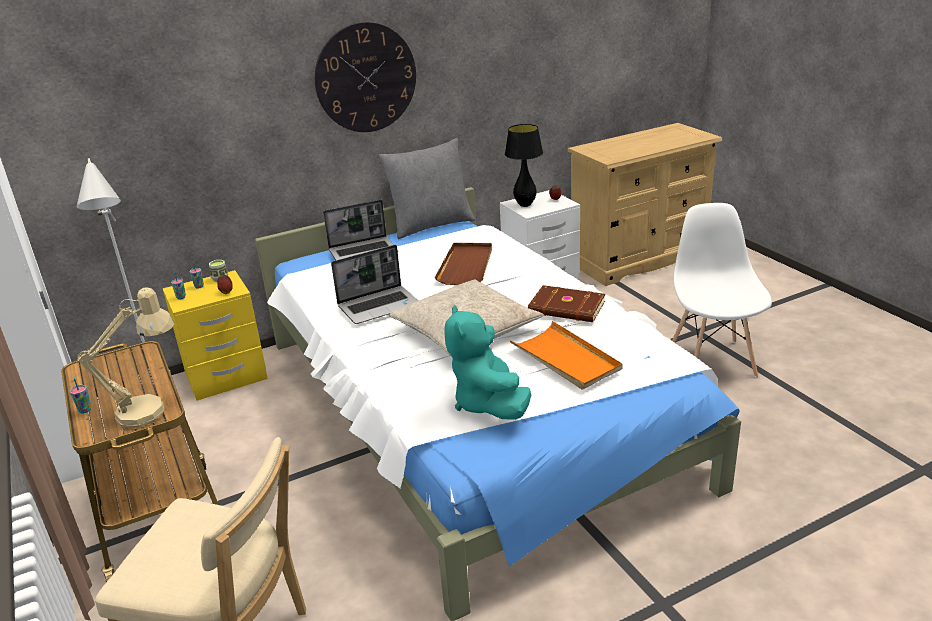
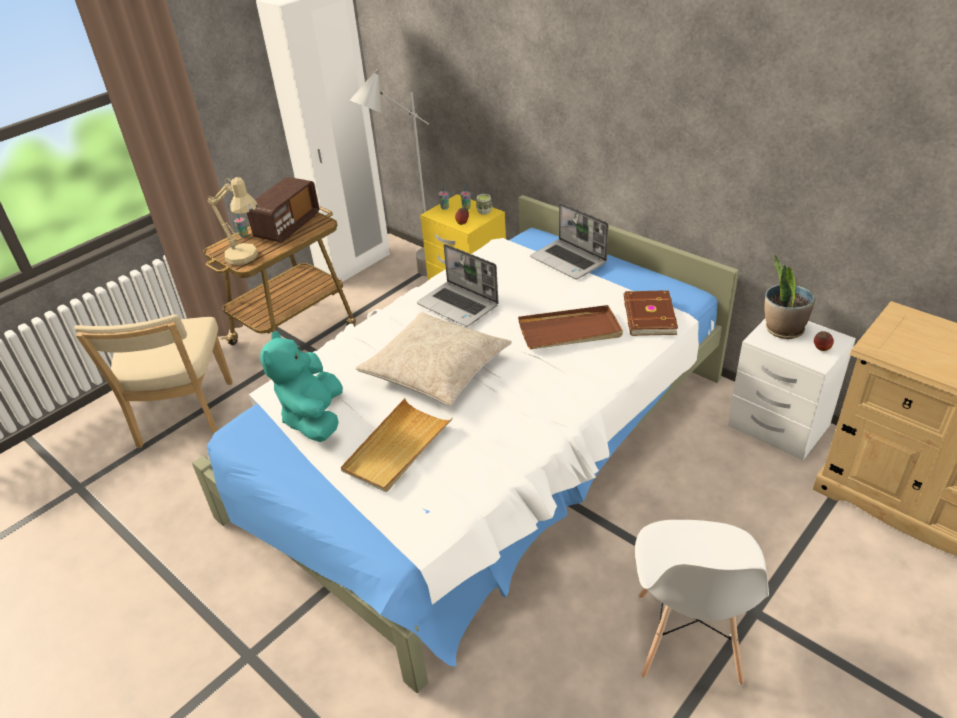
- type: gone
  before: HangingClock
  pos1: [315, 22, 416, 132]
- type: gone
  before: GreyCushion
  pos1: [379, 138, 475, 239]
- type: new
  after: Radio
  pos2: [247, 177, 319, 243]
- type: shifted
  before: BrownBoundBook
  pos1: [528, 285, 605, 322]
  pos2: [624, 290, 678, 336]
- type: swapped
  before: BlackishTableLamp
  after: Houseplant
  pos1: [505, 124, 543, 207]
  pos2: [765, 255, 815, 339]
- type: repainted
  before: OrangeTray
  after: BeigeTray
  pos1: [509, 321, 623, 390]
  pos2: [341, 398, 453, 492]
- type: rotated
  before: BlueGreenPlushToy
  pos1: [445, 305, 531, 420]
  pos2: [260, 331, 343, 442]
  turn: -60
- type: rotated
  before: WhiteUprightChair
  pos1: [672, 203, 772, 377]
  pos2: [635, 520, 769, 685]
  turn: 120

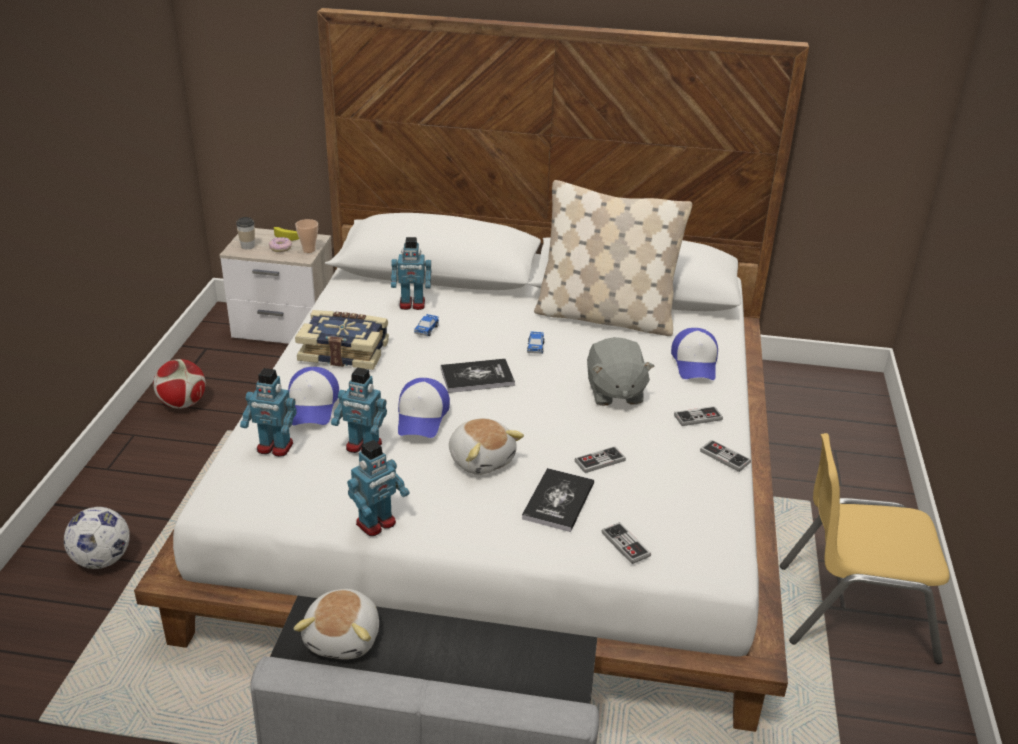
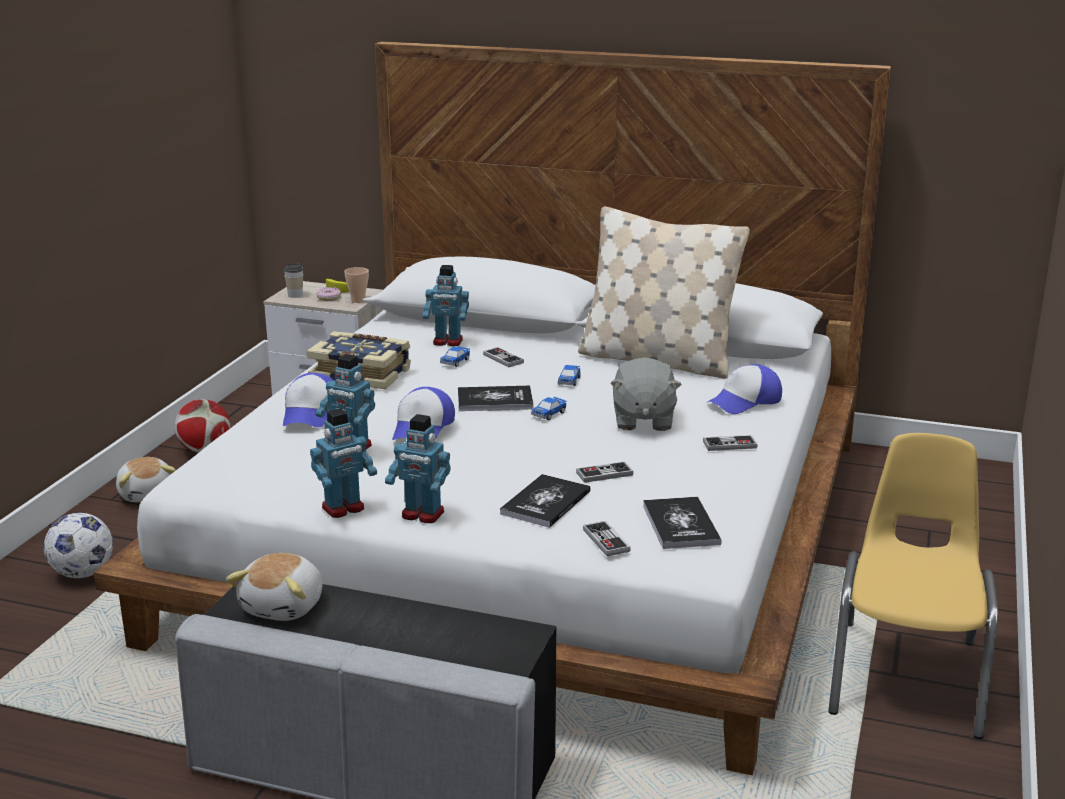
- type: new
  after: ToyCar
  pos2: [531, 397, 566, 420]
- type: new
  after: BoundBook
  pos2: [643, 497, 722, 549]
- type: shifted
  before: ToyRobot
  pos1: [240, 368, 296, 457]
  pos2: [385, 414, 451, 523]
- type: shifted
  before: PlushToy
  pos1: [449, 418, 524, 475]
  pos2: [116, 457, 176, 502]
- type: shifted
  before: GameController
  pos1: [700, 440, 751, 472]
  pos2: [483, 347, 524, 367]
- type: rotated
  before: Cap
  pos1: [671, 328, 718, 380]
  pos2: [708, 364, 782, 414]
  turn: 45
- type: rotated
  before: YellowUprightChair
  pos1: [780, 433, 950, 664]
  pos2: [828, 433, 998, 739]
  turn: 90

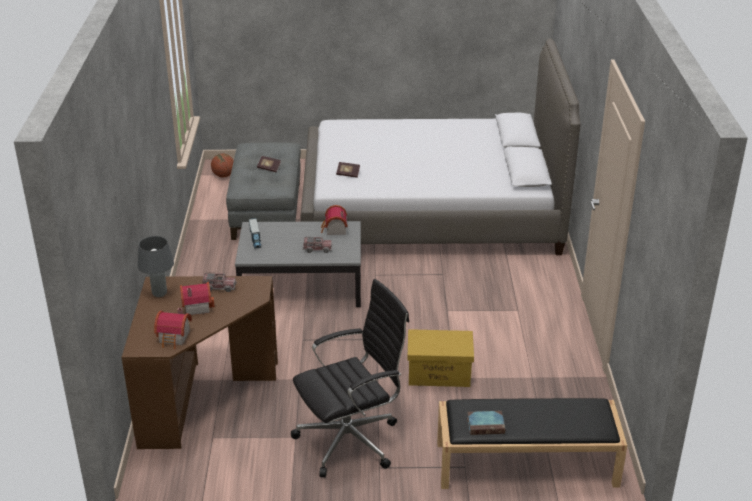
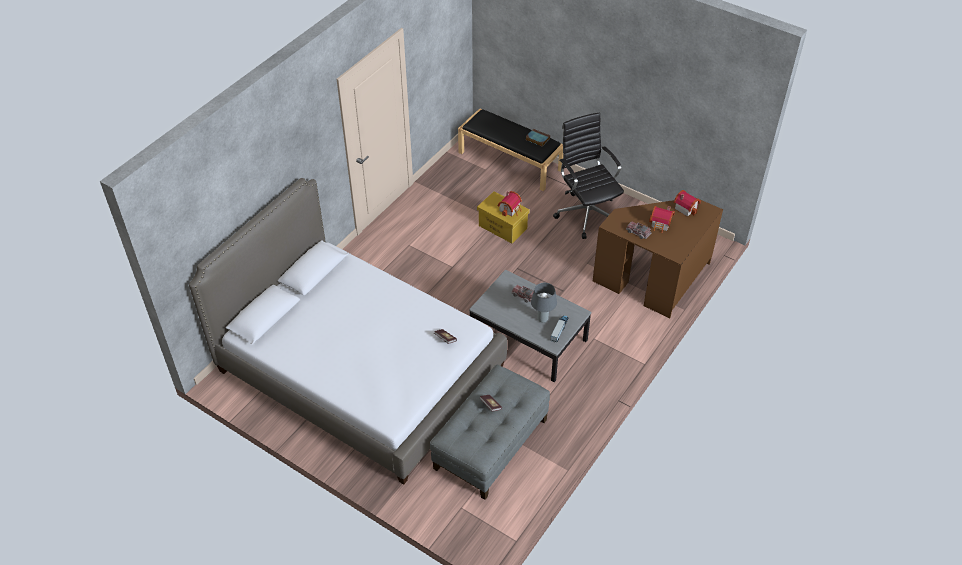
- type: gone
  before: BasketballBall
  pos1: [211, 153, 234, 177]
- type: shifted
  before: GreyTableLamp
  pos1: [138, 236, 174, 297]
  pos2: [531, 283, 557, 323]
- type: shifted
  before: ToyHouse
  pos1: [321, 205, 348, 235]
  pos2: [498, 191, 522, 217]
- type: rotated
  before: BlackishDeskChair
  pos1: [291, 279, 409, 477]
  pos2: [553, 113, 624, 239]
  turn: 60

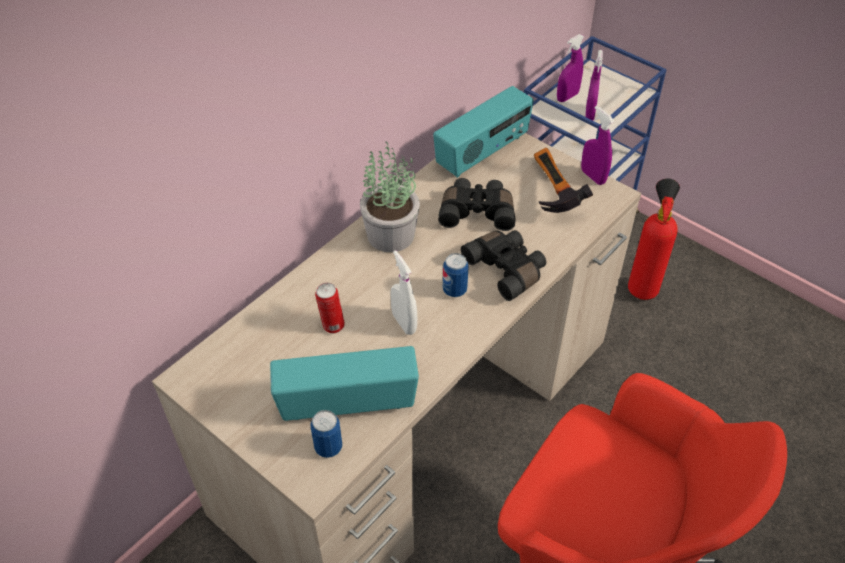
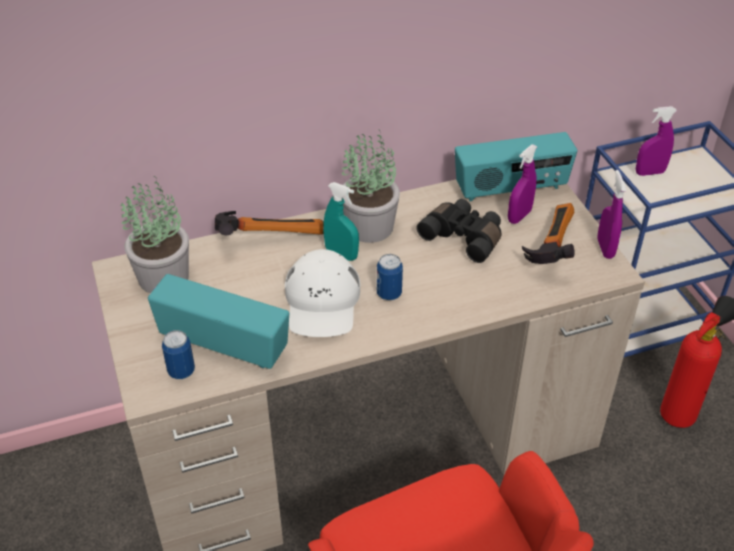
- type: gone
  before: SealedCan
  pos1: [315, 283, 345, 333]
- type: gone
  before: BlackishPairOfBinoculars
  pos1: [461, 230, 546, 301]
- type: new
  after: Houseplant
  pos2: [121, 176, 189, 293]
- type: new
  after: HandHammer
  pos2: [215, 211, 324, 235]
- type: new
  after: BlueGreenHandSprayer
  pos2: [323, 182, 359, 261]
- type: shifted
  before: PurpleColouredHandSprayer
  pos1: [585, 50, 603, 120]
  pos2: [508, 144, 537, 224]
- type: swapped
  before: WhiteHandSprayer
  after: WhiteCap
  pos1: [390, 250, 417, 335]
  pos2: [285, 249, 360, 337]

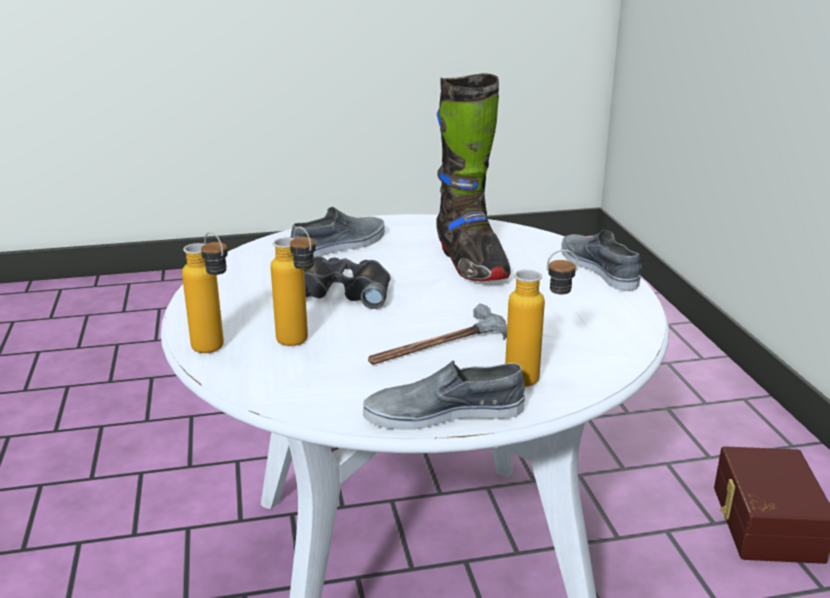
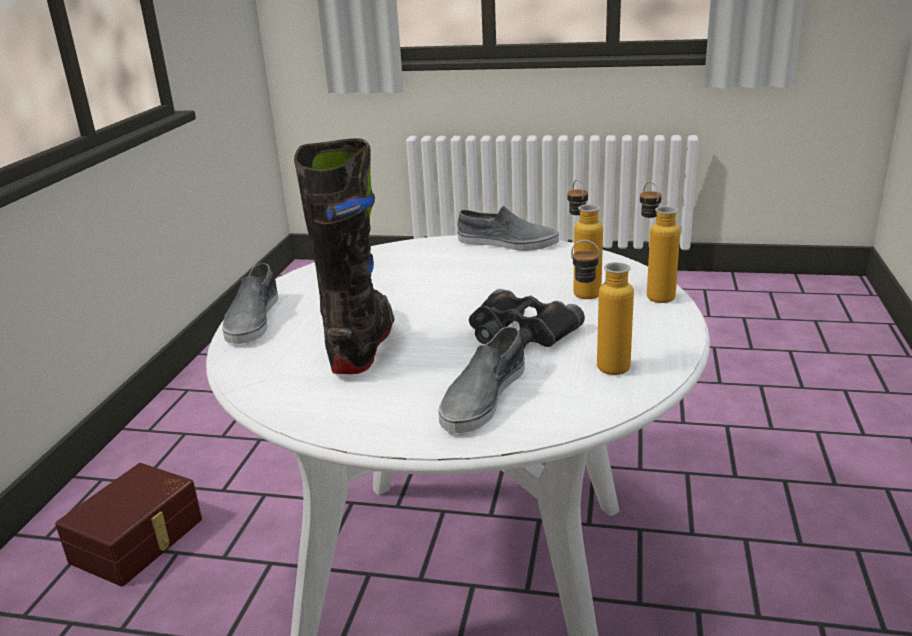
- type: gone
  before: HandHammer
  pos1: [368, 303, 507, 365]
- type: shifted
  before: Bottle
  pos1: [505, 250, 578, 387]
  pos2: [571, 240, 634, 375]
- type: rotated
  before: GreyLowShoe
  pos1: [290, 207, 385, 257]
  pos2: [439, 326, 525, 433]
  turn: -45

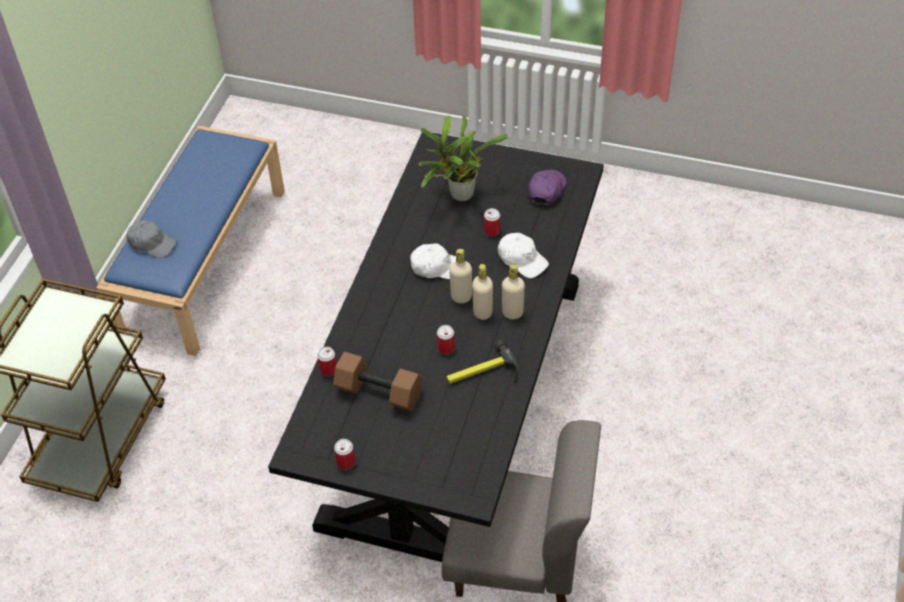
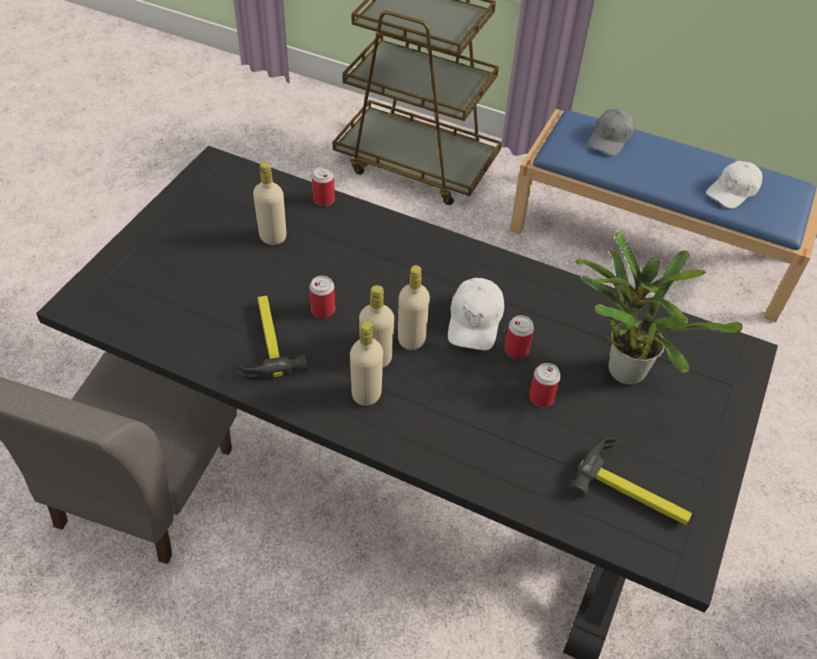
- type: shifted
  before: SealedCan
  pos1: [334, 439, 355, 469]
  pos2: [504, 315, 534, 359]
- type: shifted
  before: WhiteCap
  pos1: [498, 233, 549, 278]
  pos2: [706, 161, 763, 209]
- type: swapped
  before: BrownFreeWeight
  after: BeigeBottle
  pos1: [333, 352, 423, 412]
  pos2: [253, 162, 287, 245]
- type: swapped
  before: PurpleColouredCap
  after: HandHammer
  pos1: [528, 170, 567, 206]
  pos2: [569, 438, 692, 525]

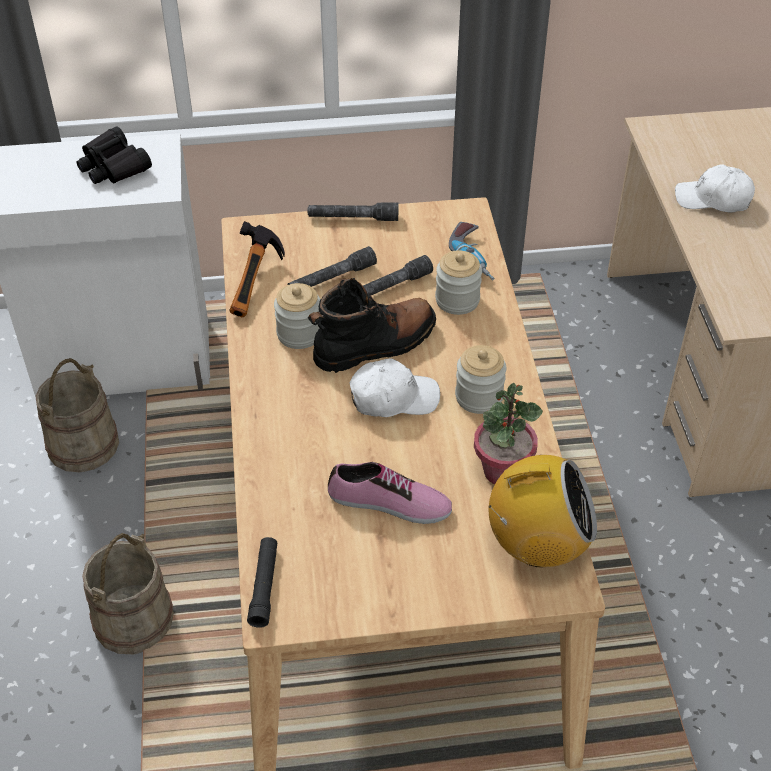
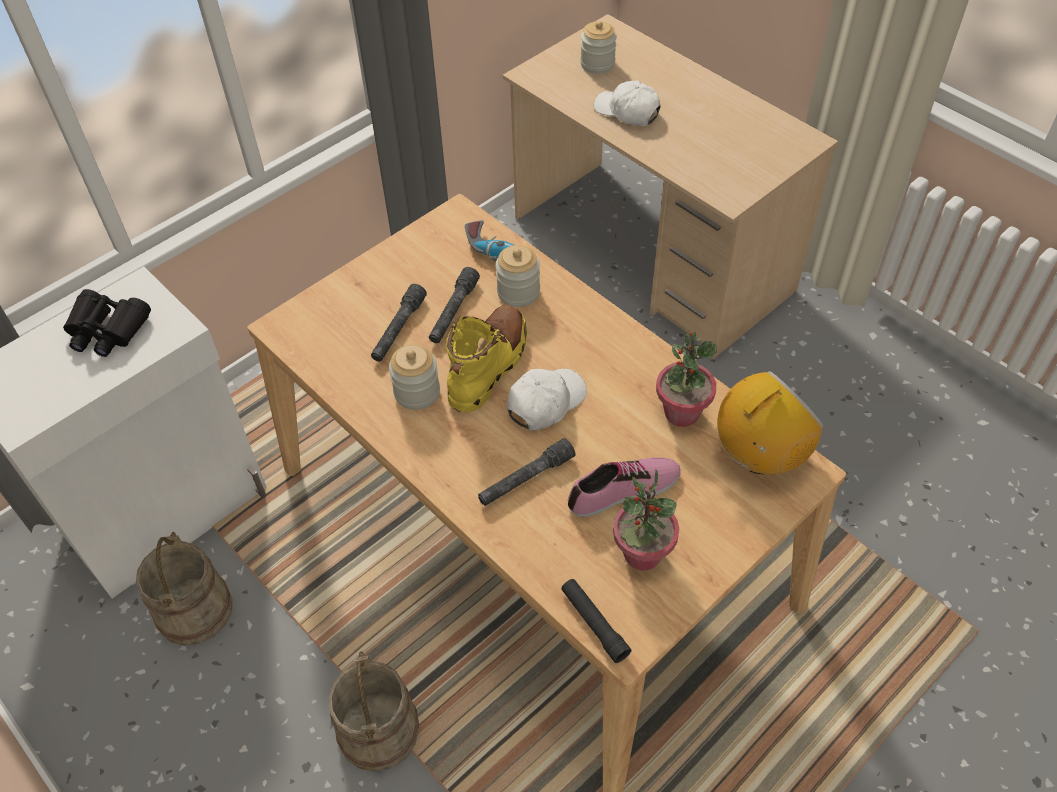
- type: gone
  before: HandHammer
  pos1: [229, 221, 285, 317]
- type: new
  after: Houseplant
  pos2: [613, 469, 679, 571]
- type: shifted
  before: GreyFlashlight
  pos1: [308, 202, 398, 221]
  pos2: [478, 438, 575, 506]
- type: shifted
  before: PreserveJar
  pos1: [455, 345, 506, 414]
  pos2: [580, 21, 617, 74]
- type: repainted
  before: BlackishBoot
  after: YellowBoot
  pos1: [308, 278, 436, 373]
  pos2: [446, 305, 527, 412]
- type: rotated
  before: WhiteCap
  pos1: [675, 164, 755, 213]
  pos2: [594, 81, 661, 126]
  turn: 60

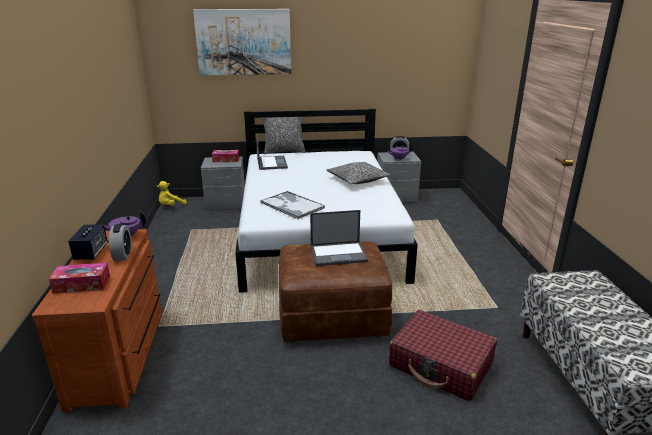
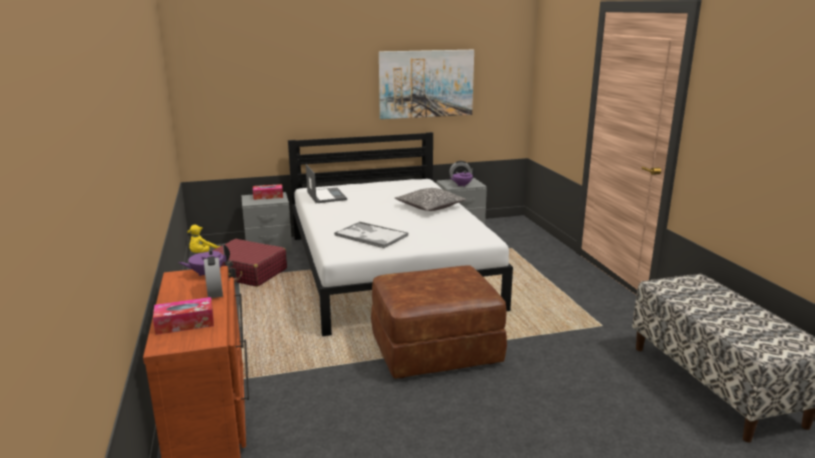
- type: gone
  before: AudioSpeaker
  pos1: [68, 224, 108, 260]
- type: gone
  before: Cushion
  pos1: [263, 117, 305, 154]
- type: gone
  before: Laptop
  pos1: [310, 210, 368, 266]
- type: shifted
  before: Picture
  pos1: [193, 9, 291, 75]
  pos2: [379, 50, 474, 119]
- type: shifted
  before: RedSuitcase
  pos1: [389, 310, 497, 401]
  pos2: [212, 239, 287, 287]

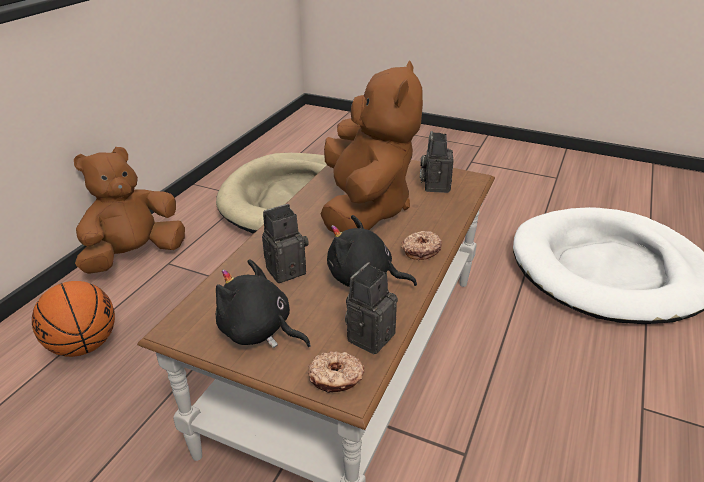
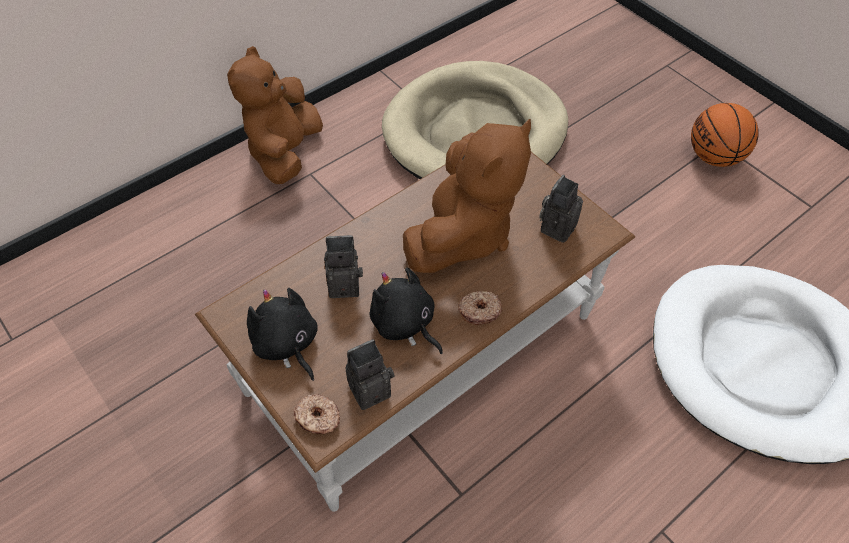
- type: shifted
  before: BasketballBall
  pos1: [32, 281, 115, 357]
  pos2: [691, 103, 759, 167]
- type: rotated
  before: BrownPlushToy
  pos1: [74, 147, 185, 274]
  pos2: [227, 46, 323, 184]
  turn: -60

